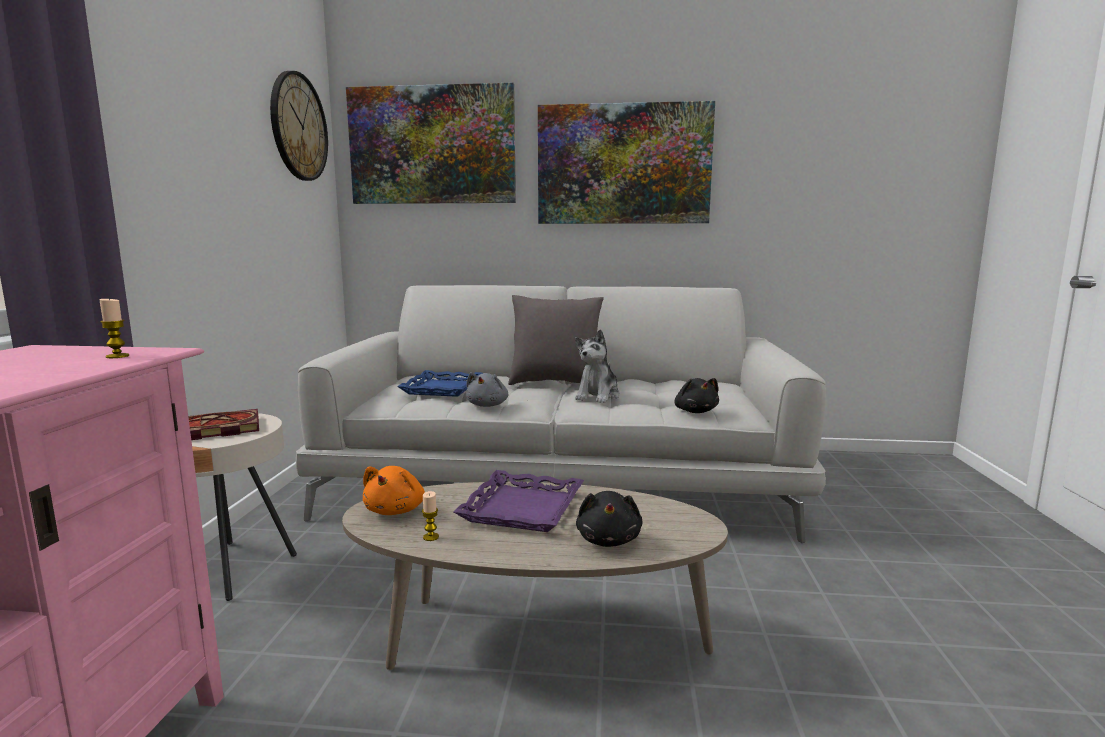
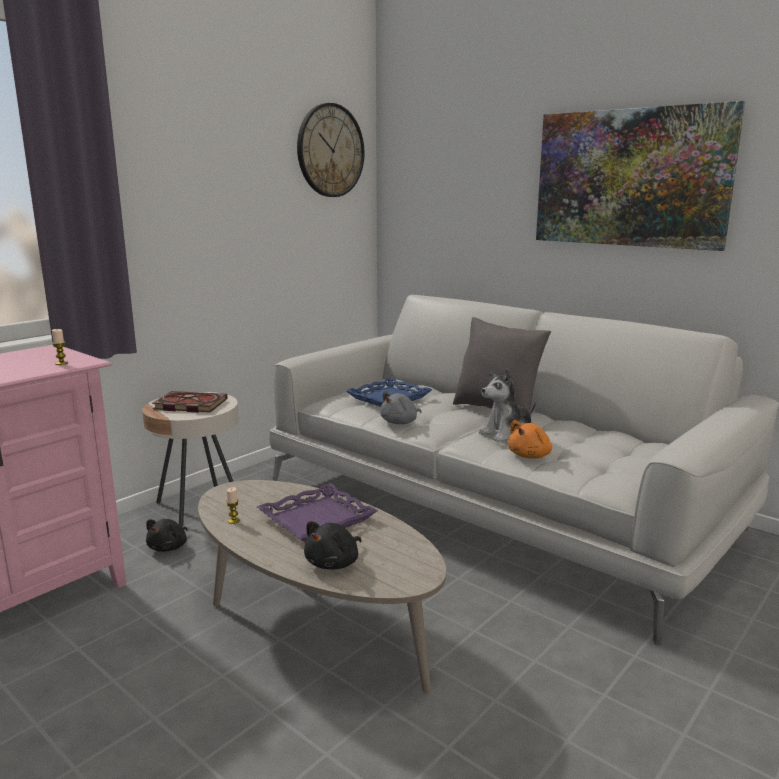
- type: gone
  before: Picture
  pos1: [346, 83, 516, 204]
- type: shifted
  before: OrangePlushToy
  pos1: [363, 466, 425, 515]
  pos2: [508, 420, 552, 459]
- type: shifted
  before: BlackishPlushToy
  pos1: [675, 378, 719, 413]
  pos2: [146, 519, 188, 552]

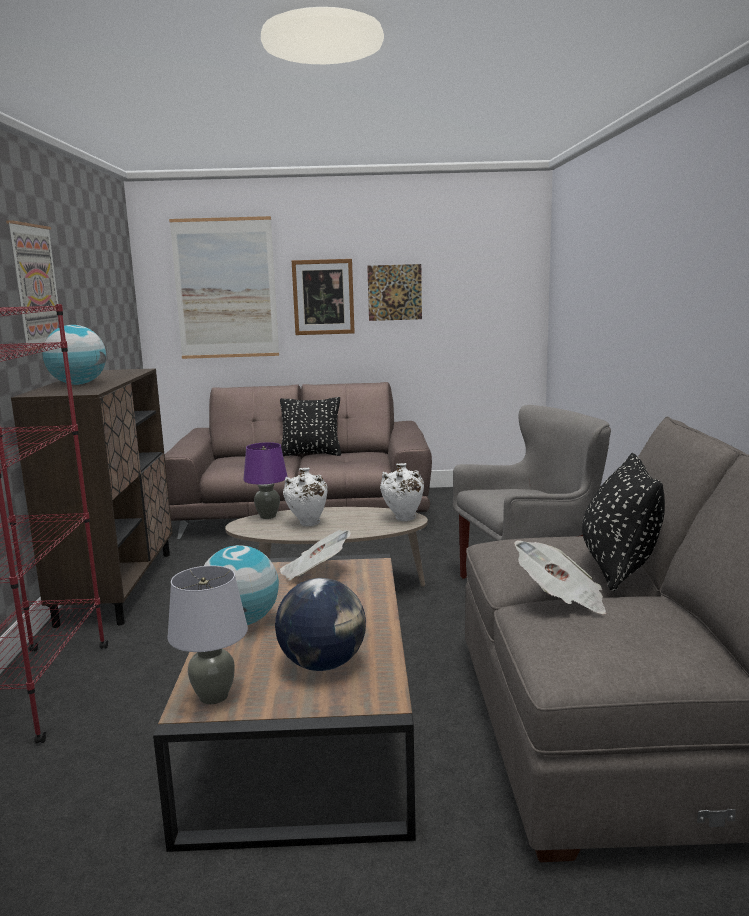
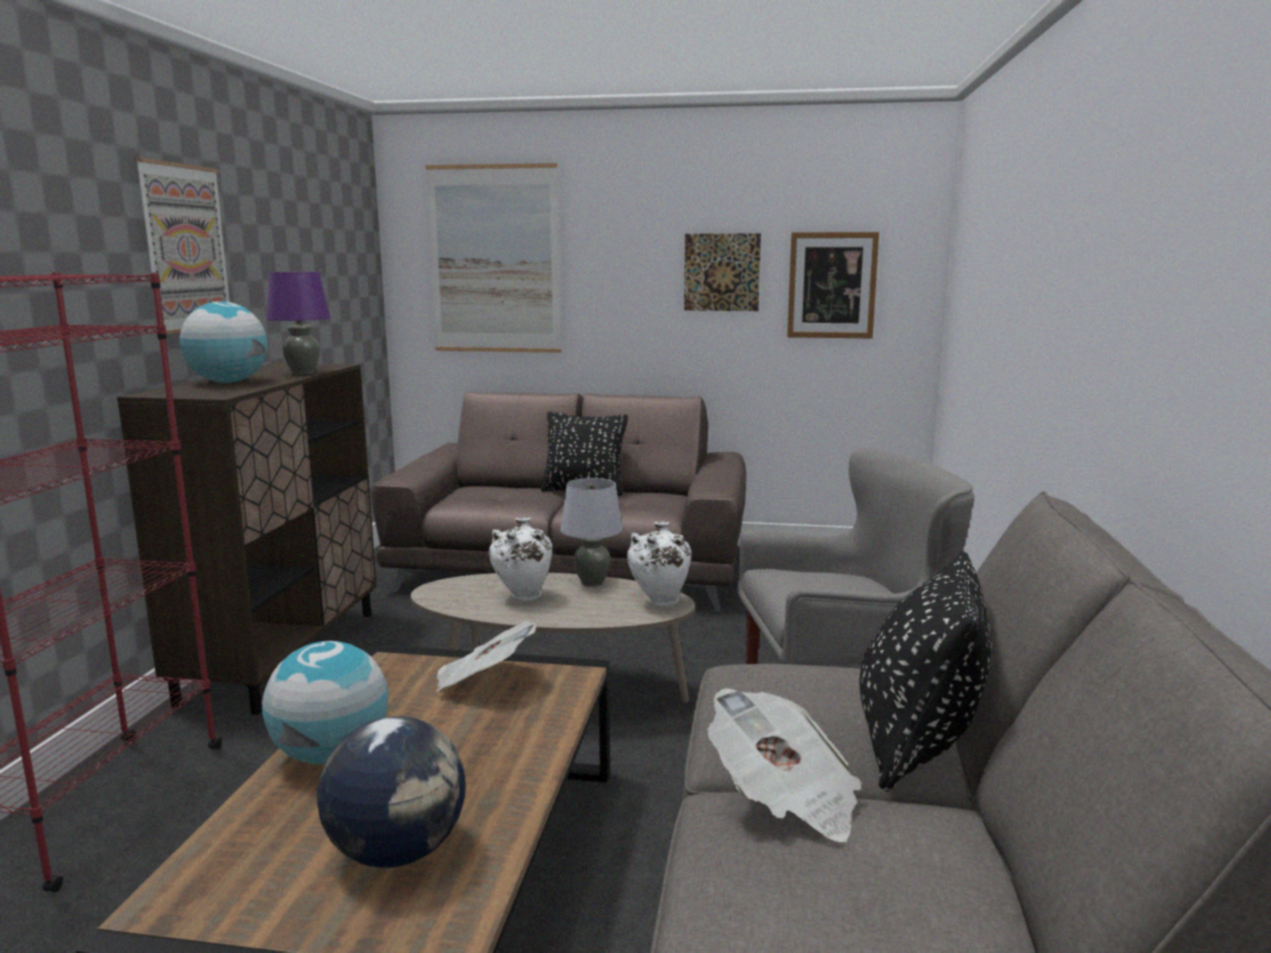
- type: shifted
  before: GreyTableLamp
  pos1: [167, 566, 248, 704]
  pos2: [561, 478, 623, 587]
- type: shifted
  before: PurpleColouredTableLamp
  pos1: [243, 442, 288, 519]
  pos2: [266, 272, 330, 375]
- type: shifted
  before: Picture
  pos1: [292, 259, 355, 335]
  pos2: [787, 232, 879, 339]

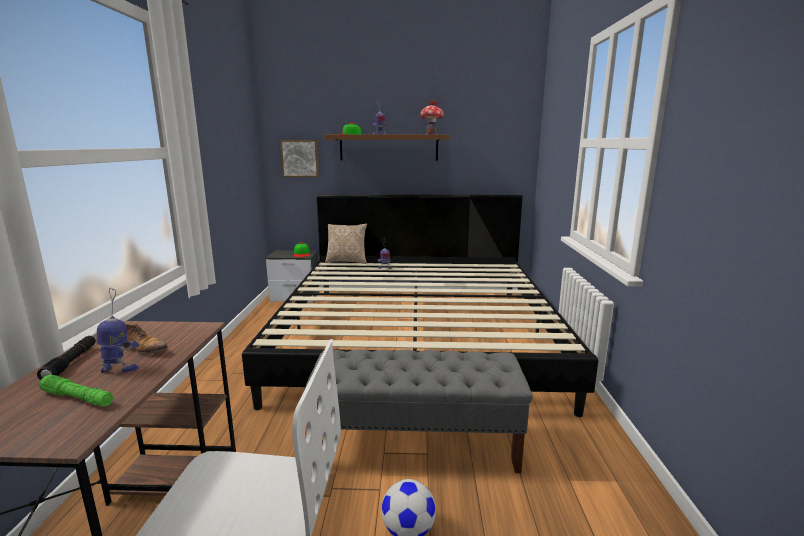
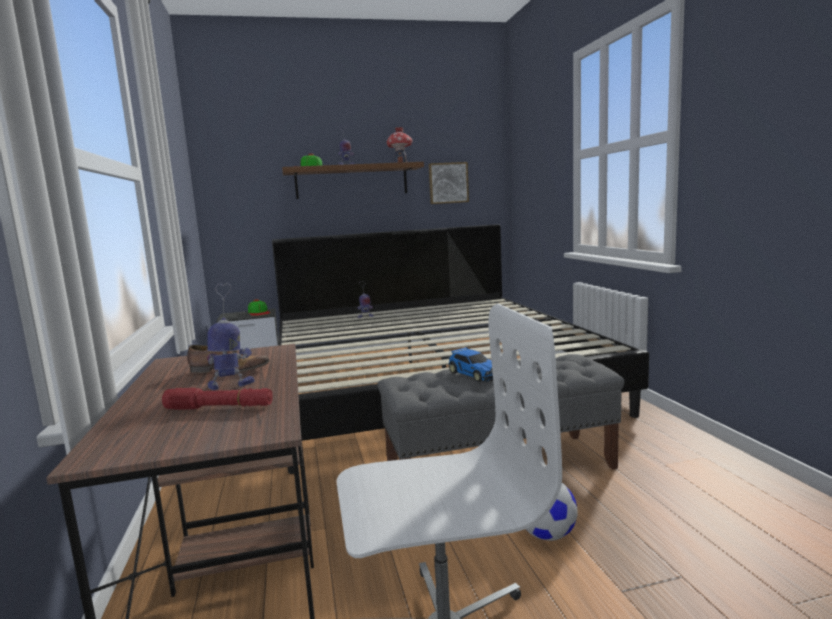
- type: gone
  before: BlackishFlashlight
  pos1: [37, 336, 96, 380]
- type: gone
  before: Cushion
  pos1: [325, 224, 367, 264]
- type: new
  after: ToyCar
  pos2: [449, 347, 493, 382]
- type: shifted
  before: Picture
  pos1: [280, 140, 319, 177]
  pos2: [428, 162, 469, 204]
- type: repainted
  before: GreenFlashlight
  after: RedFlashlight
  pos1: [39, 375, 113, 406]
  pos2: [162, 388, 273, 410]

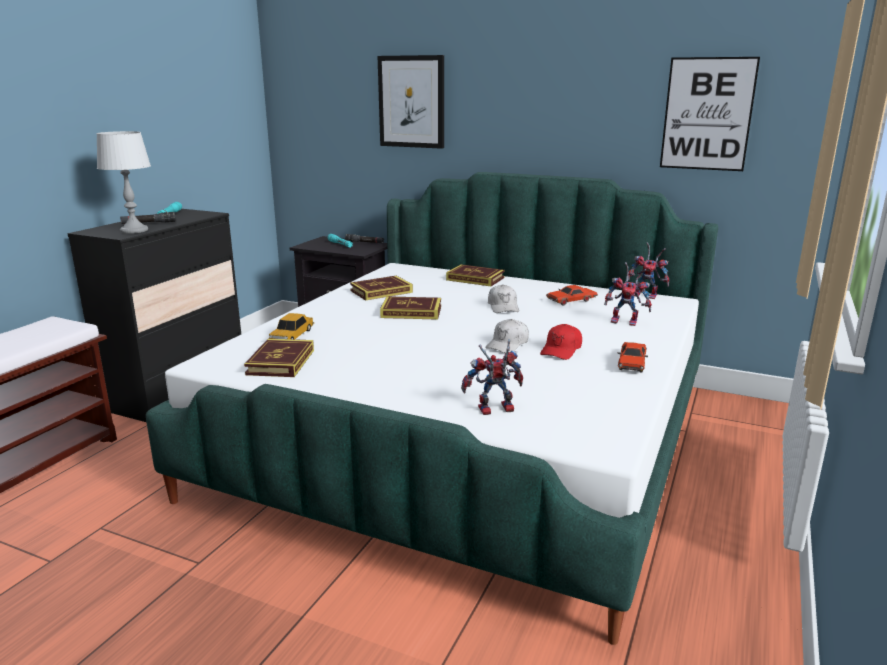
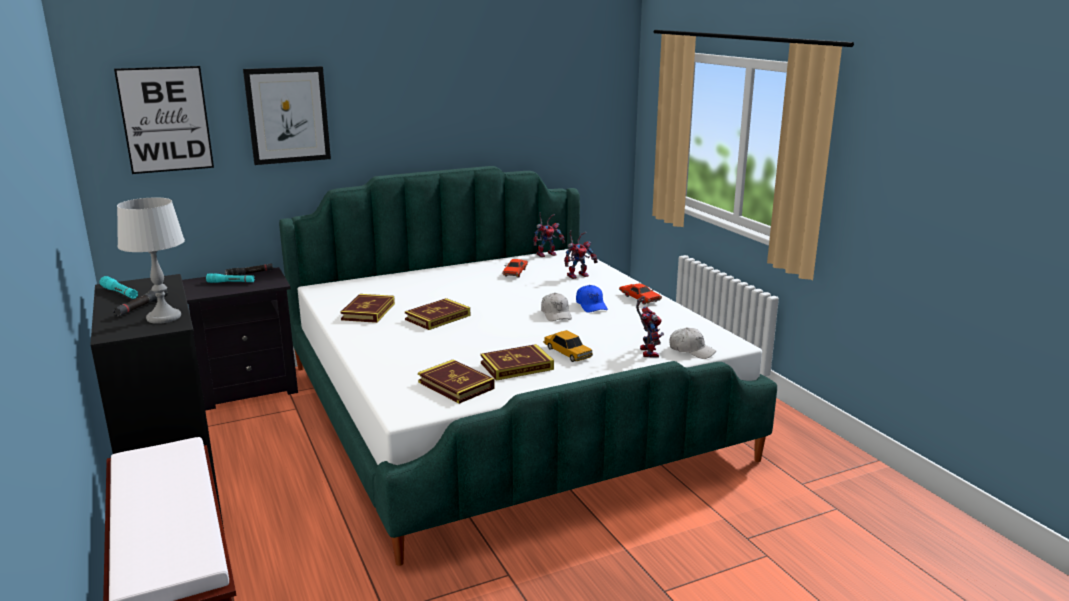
- type: shifted
  before: ToyCar
  pos1: [269, 313, 314, 339]
  pos2: [543, 330, 593, 362]
- type: shifted
  before: BoundBook
  pos1: [446, 264, 505, 286]
  pos2: [481, 344, 554, 381]
- type: shifted
  before: WhiteCap
  pos1: [488, 284, 519, 313]
  pos2: [669, 327, 716, 359]
- type: shifted
  before: Picture
  pos1: [660, 57, 760, 171]
  pos2: [114, 66, 214, 174]
- type: repainted
  before: RedCap
  after: BluishCap
  pos1: [540, 324, 582, 360]
  pos2: [576, 285, 608, 313]
- type: rotated
  before: ToyRobot
  pos1: [461, 339, 523, 415]
  pos2: [636, 296, 664, 358]
  turn: 150

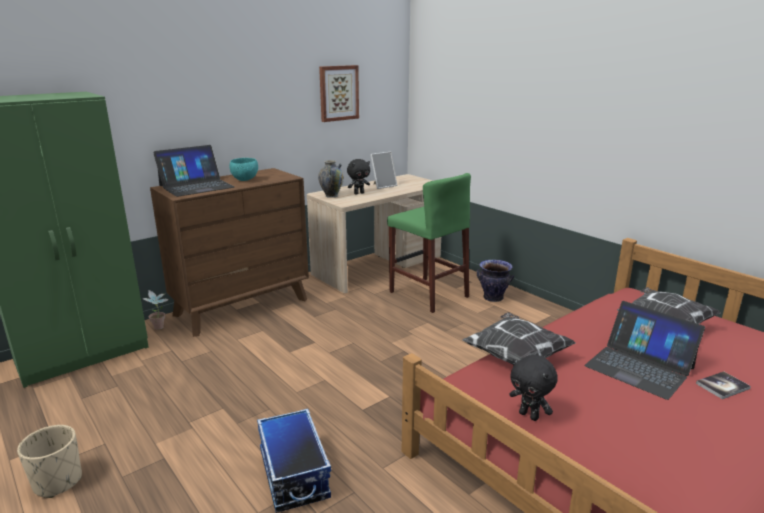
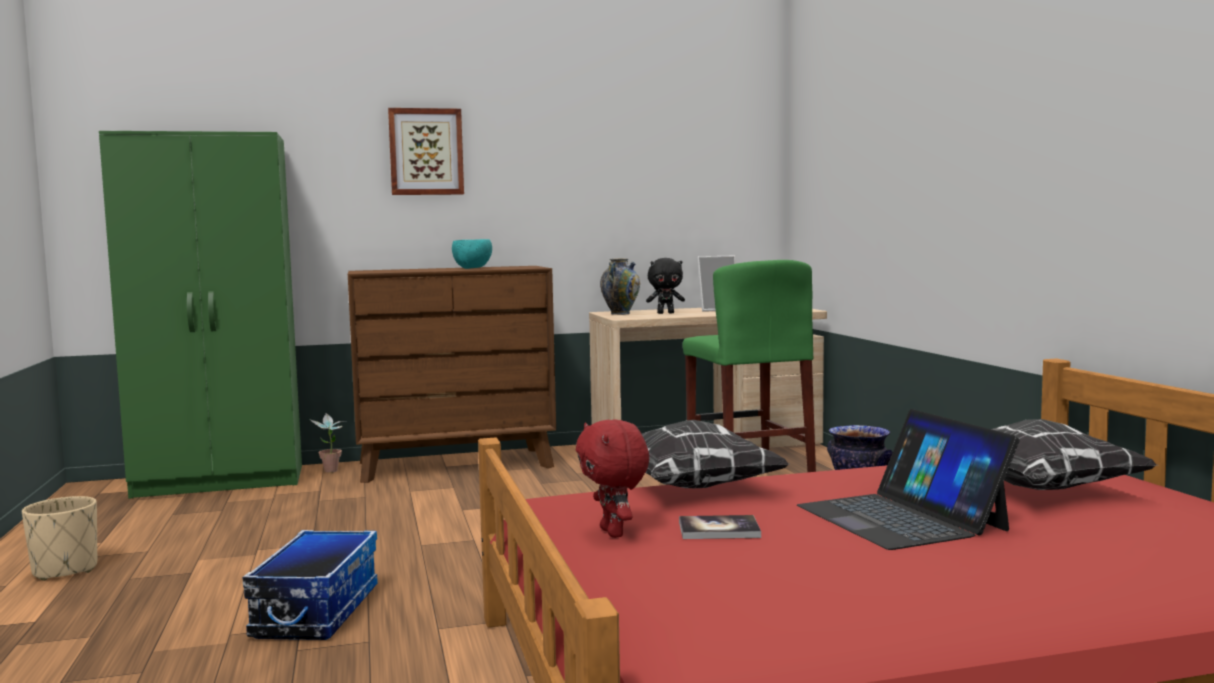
- type: gone
  before: Laptop
  pos1: [153, 145, 235, 197]
- type: shifted
  before: Picture
  pos1: [319, 65, 359, 122]
  pos2: [388, 108, 464, 195]
- type: shifted
  before: BoundBook
  pos1: [696, 371, 751, 399]
  pos2: [679, 515, 761, 539]
- type: repainted
  before: BlackishPlushToy
  after: RedPlushToy
  pos1: [509, 355, 558, 421]
  pos2: [576, 419, 649, 538]

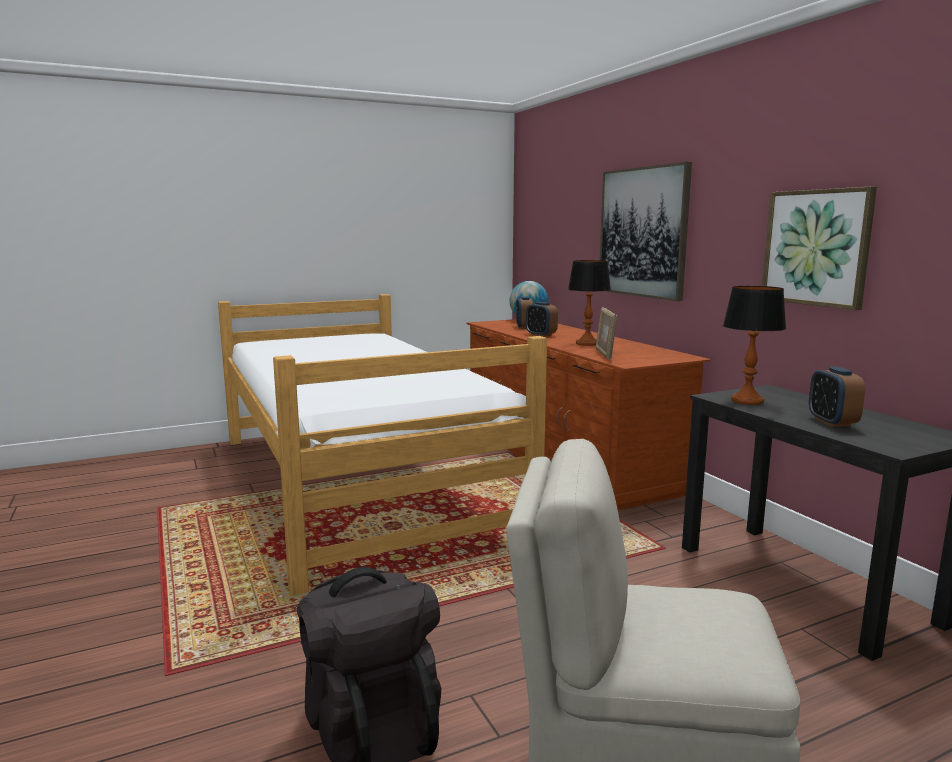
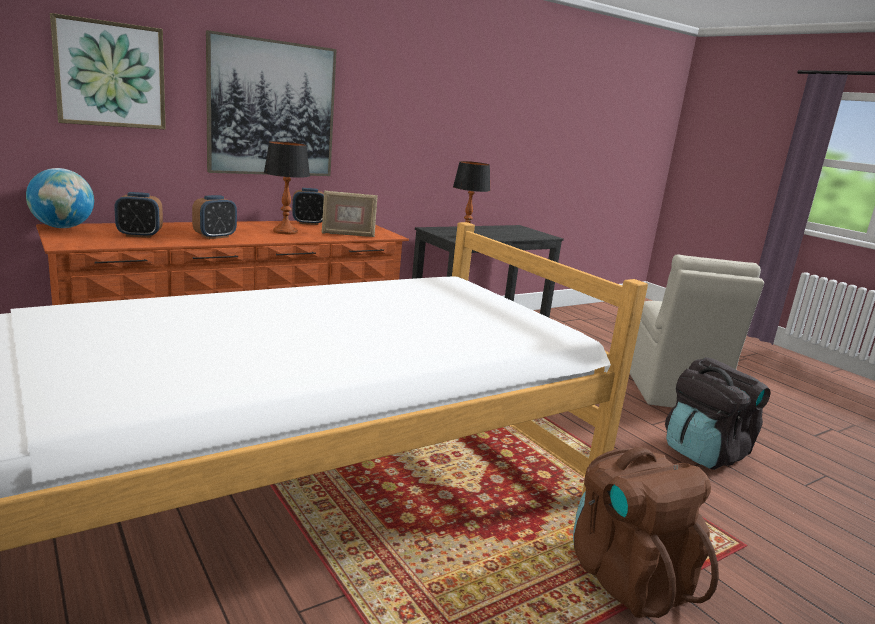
- type: new
  after: BrownKnapsack
  pos2: [573, 447, 719, 618]
- type: shifted
  before: Picture
  pos1: [762, 187, 877, 310]
  pos2: [50, 13, 166, 129]
- type: shifted
  before: BedsideClock
  pos1: [809, 367, 865, 427]
  pos2: [292, 188, 324, 225]

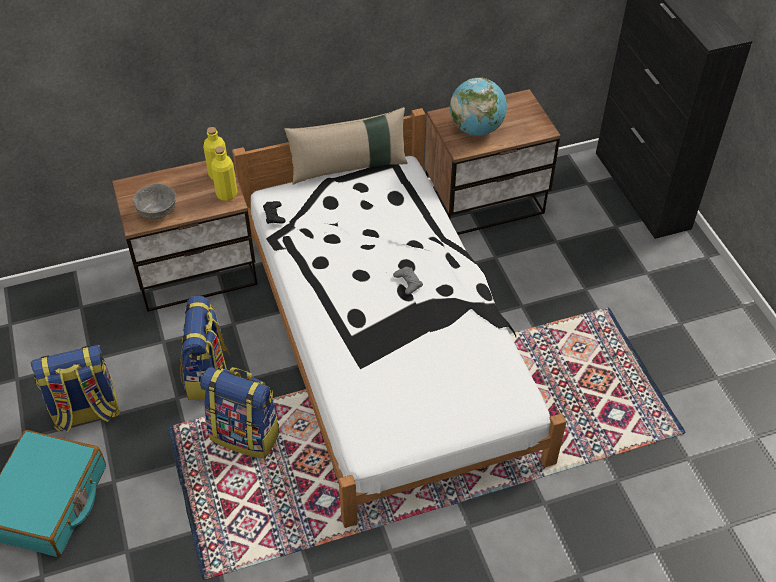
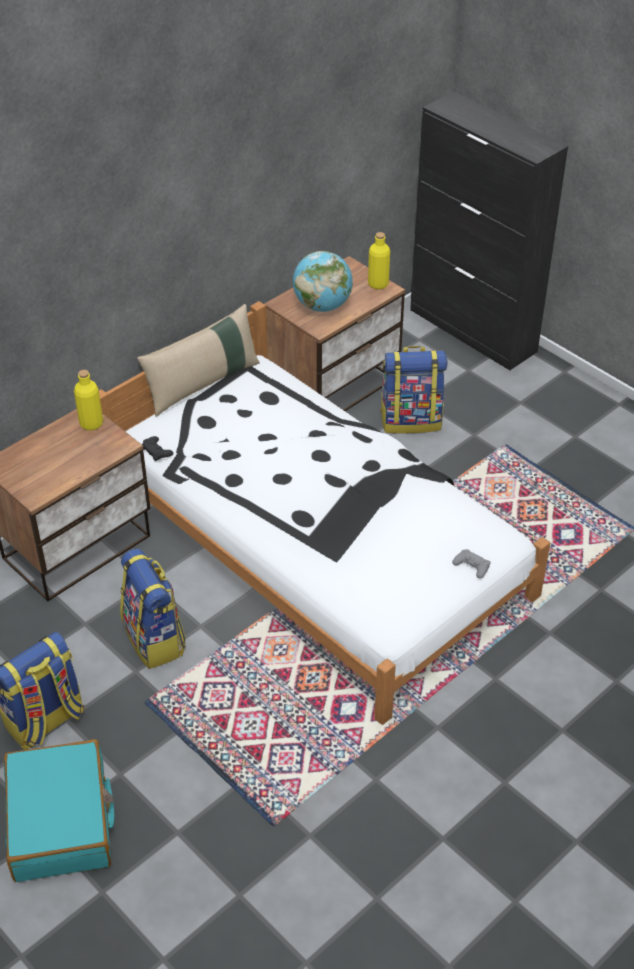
- type: gone
  before: GreyServingBowl
  pos1: [133, 184, 176, 219]
- type: shifted
  before: Knapsack
  pos1: [200, 367, 280, 459]
  pos2: [380, 346, 447, 434]
- type: shifted
  before: YellowBottle
  pos1: [211, 146, 237, 201]
  pos2: [368, 232, 390, 289]
- type: shifted
  before: GreyGameController
  pos1: [393, 267, 423, 295]
  pos2: [452, 549, 491, 579]

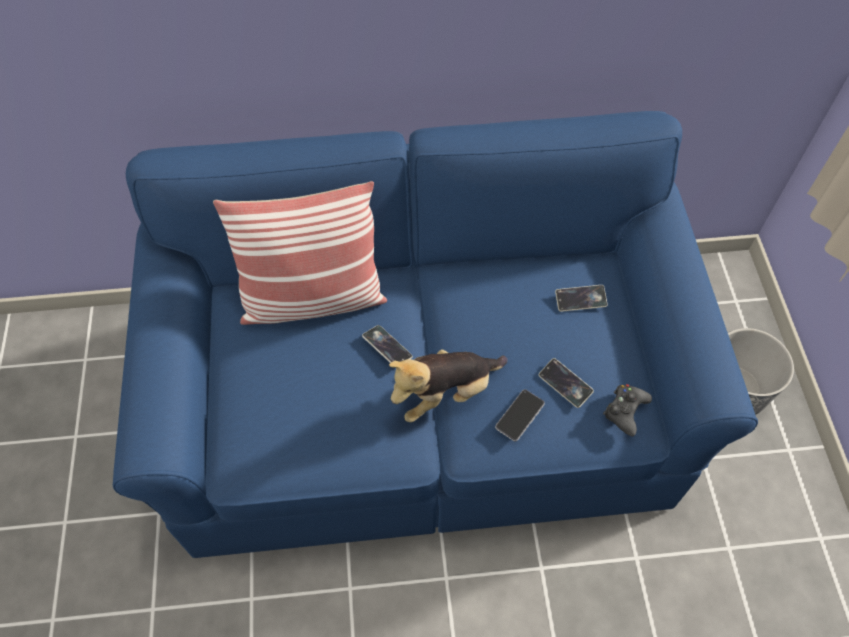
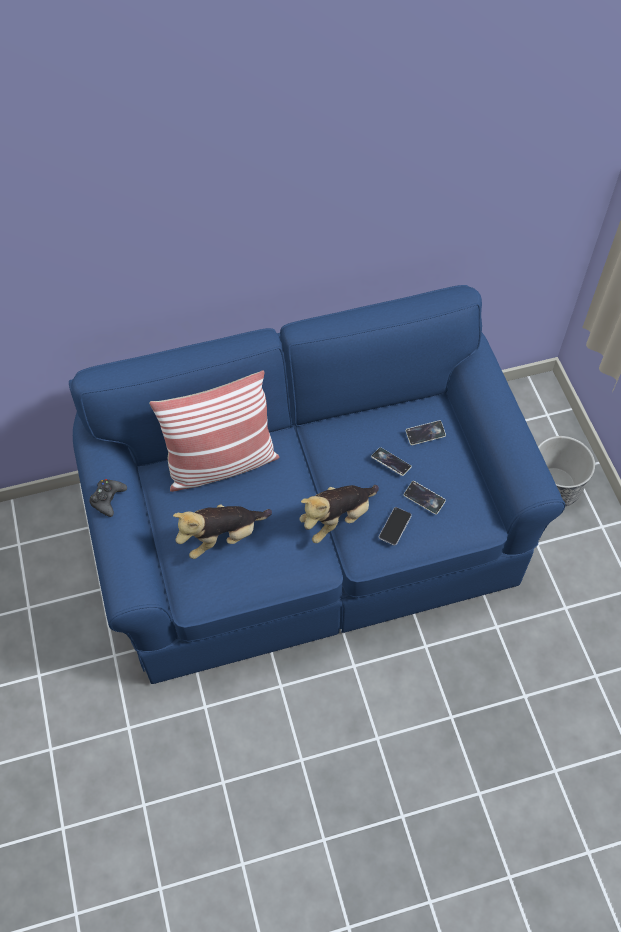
- type: new
  after: PlushToy
  pos2: [173, 504, 272, 559]
- type: shifted
  before: Telephone
  pos1: [362, 325, 413, 363]
  pos2: [371, 447, 412, 476]
- type: shifted
  before: BlackishGameController
  pos1: [603, 384, 652, 436]
  pos2: [90, 479, 127, 517]

